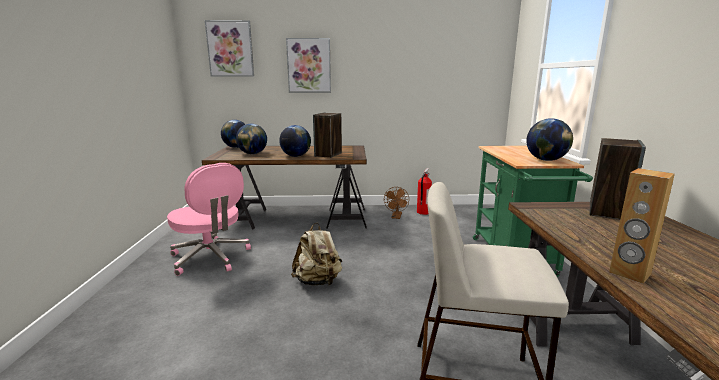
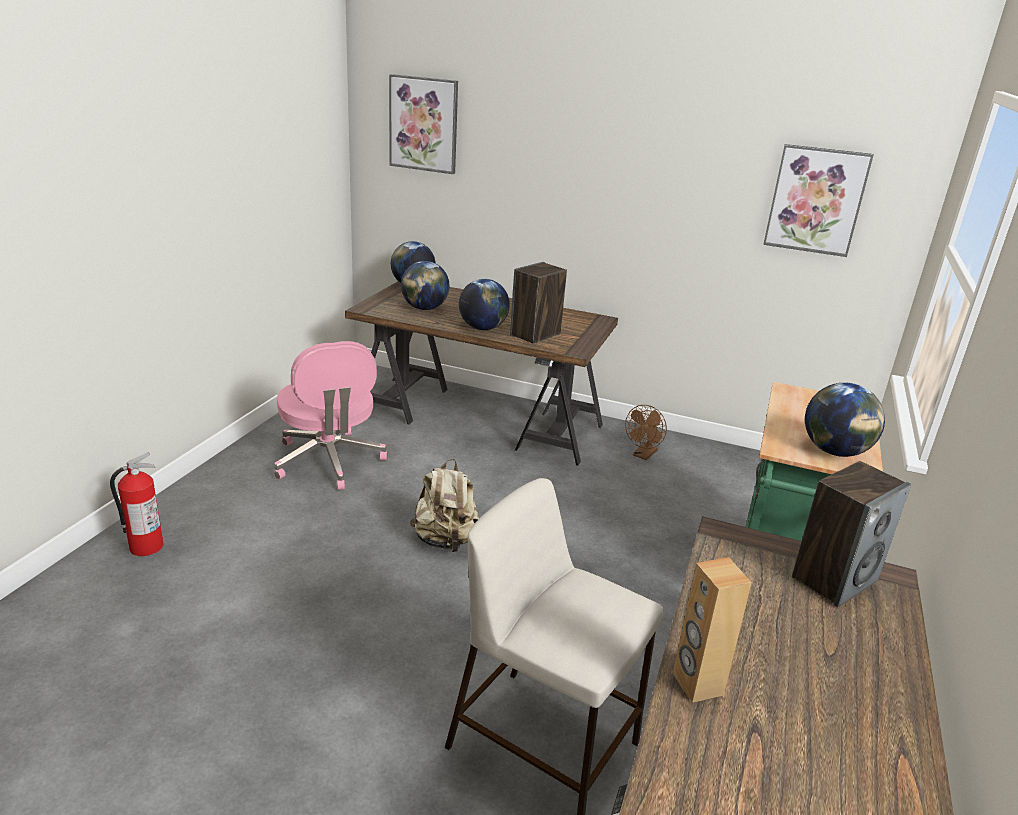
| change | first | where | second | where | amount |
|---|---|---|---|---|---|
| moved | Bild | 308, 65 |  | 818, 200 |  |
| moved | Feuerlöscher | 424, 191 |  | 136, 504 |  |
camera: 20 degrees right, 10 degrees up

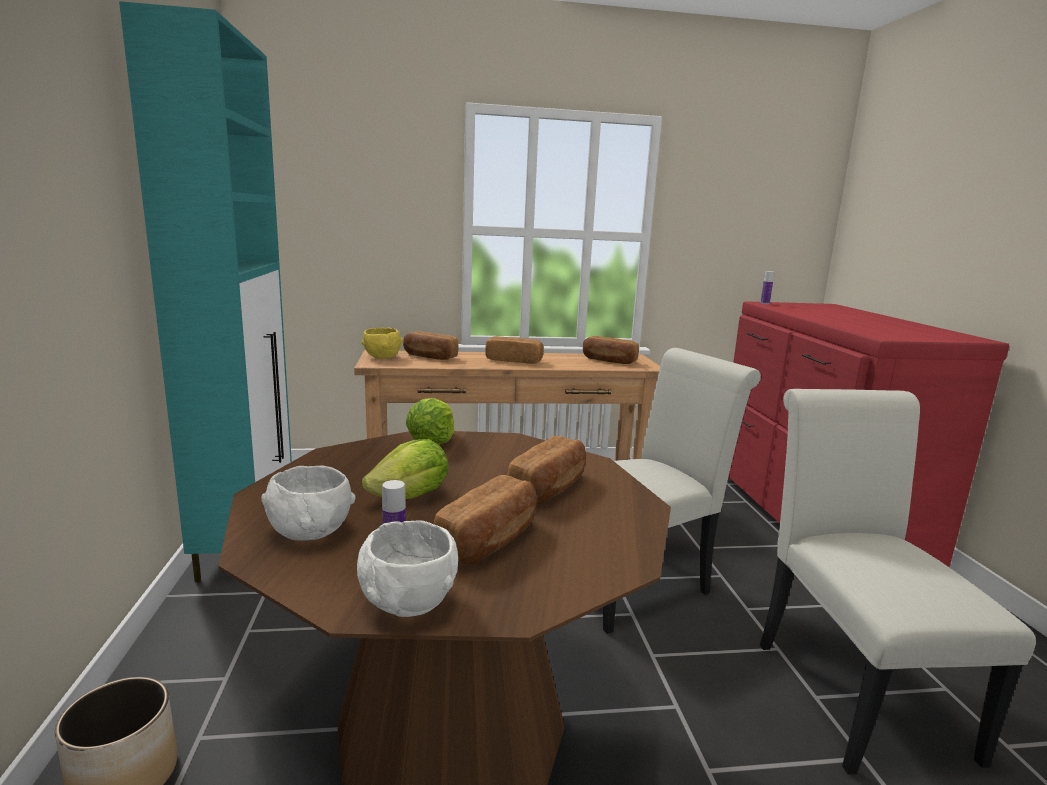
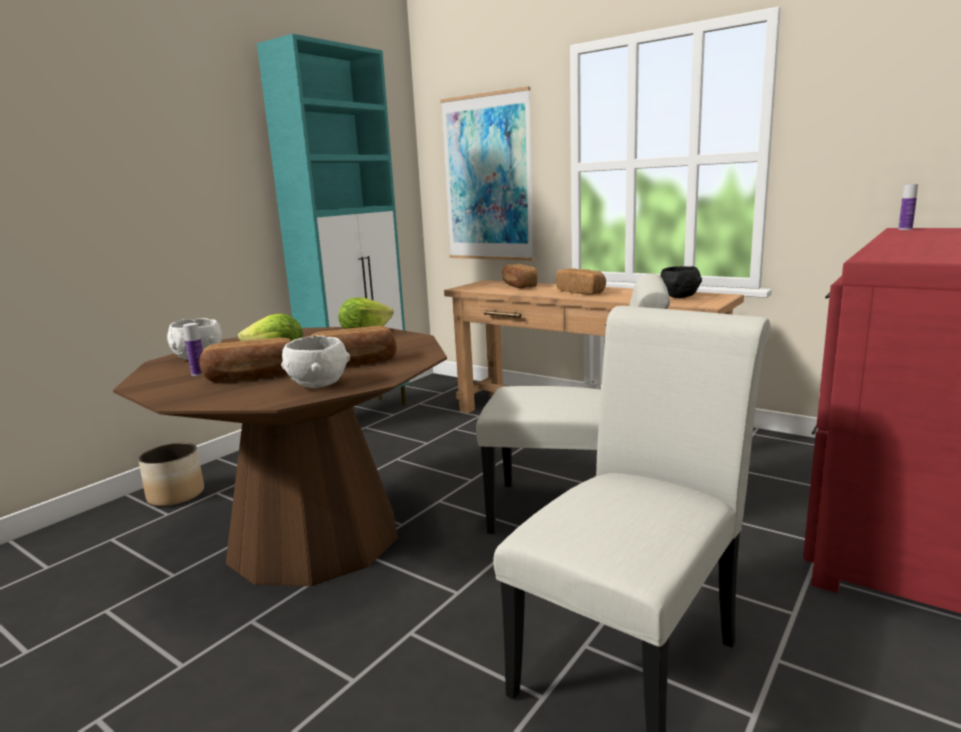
| change | first | where | second | where | amount |
|---|---|---|---|---|---|
| removed | Schüssel [gelb] | 382, 343 |  |  |  |
| added |  |  | Bild | 487, 173 |  |
| moved | Schüssel [weiß] | 407, 568 |  | 315, 361 |  |
| replaced | Brot | 611, 350 | Schüssel [schwarz] | 681, 282 |  |
camera: 45 degrees right, 0 degrees up

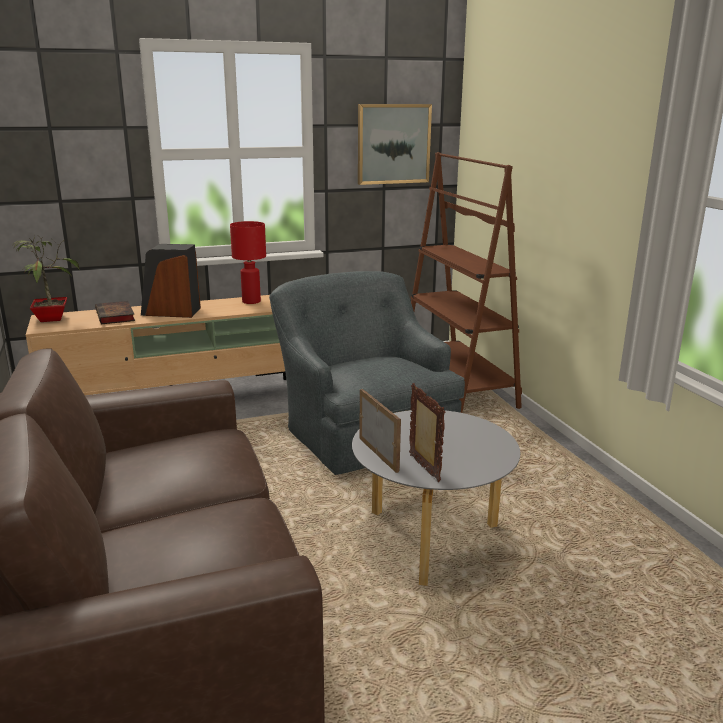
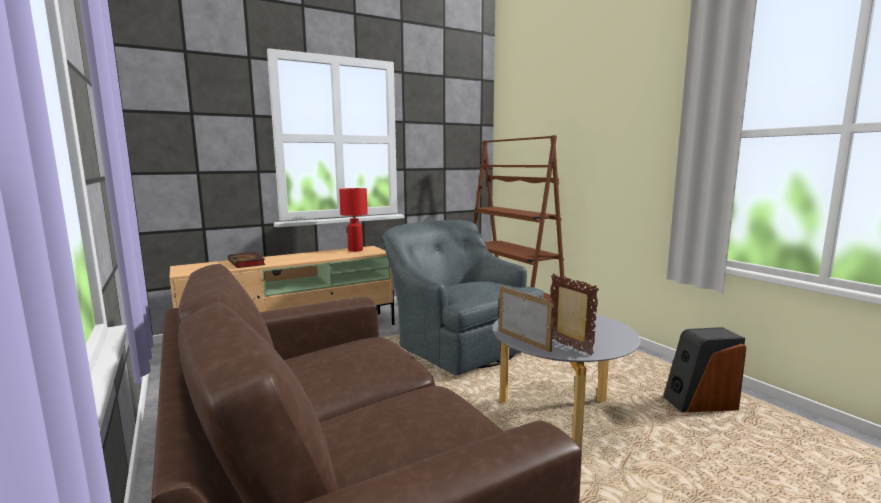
| change | first | where | second | where | amount |
|---|---|---|---|---|---|
| removed | Topfpflanze | 46, 279 |  |  |  |
| removed | Bild | 395, 144 |  |  |  |
| moved | Lautsprecher | 171, 281 |  | 704, 369 |  |
camera: 10 degrees left, 10 degrees down

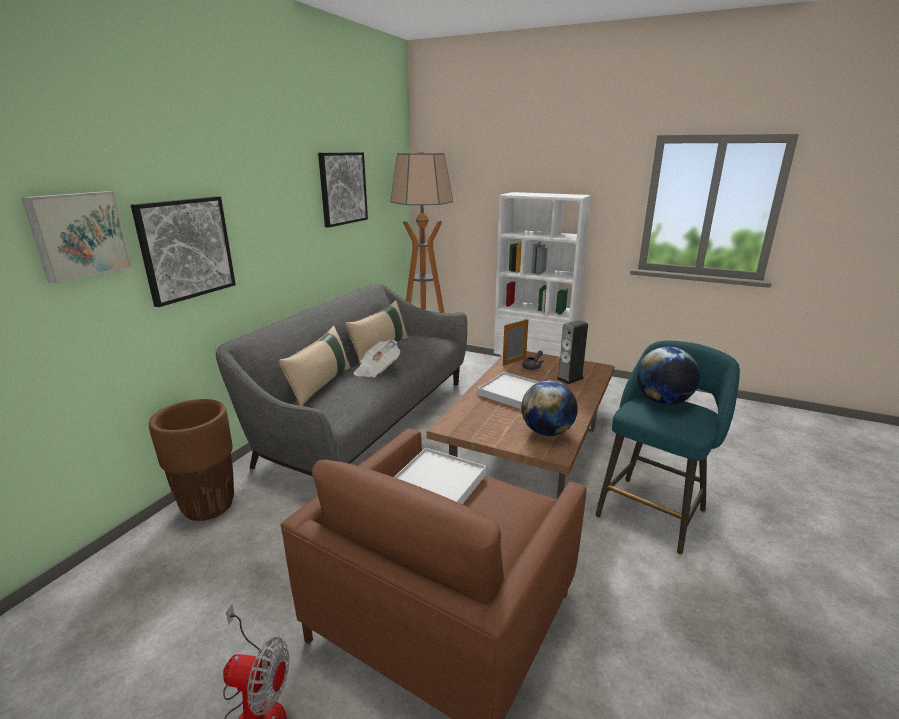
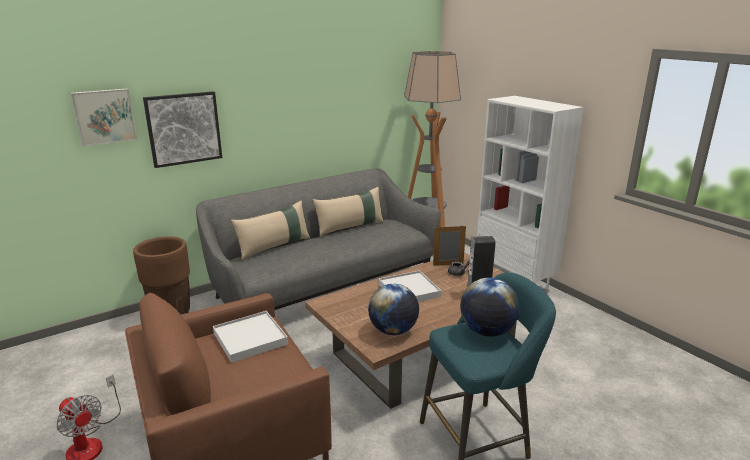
| change | first | where | second | where | amount |
|---|---|---|---|---|---|
| removed | Bild | 343, 190 |  |  |  |
| removed | Zeitung | 377, 359 |  |  |  |
camera: 30 degrees right, 0 degrees up

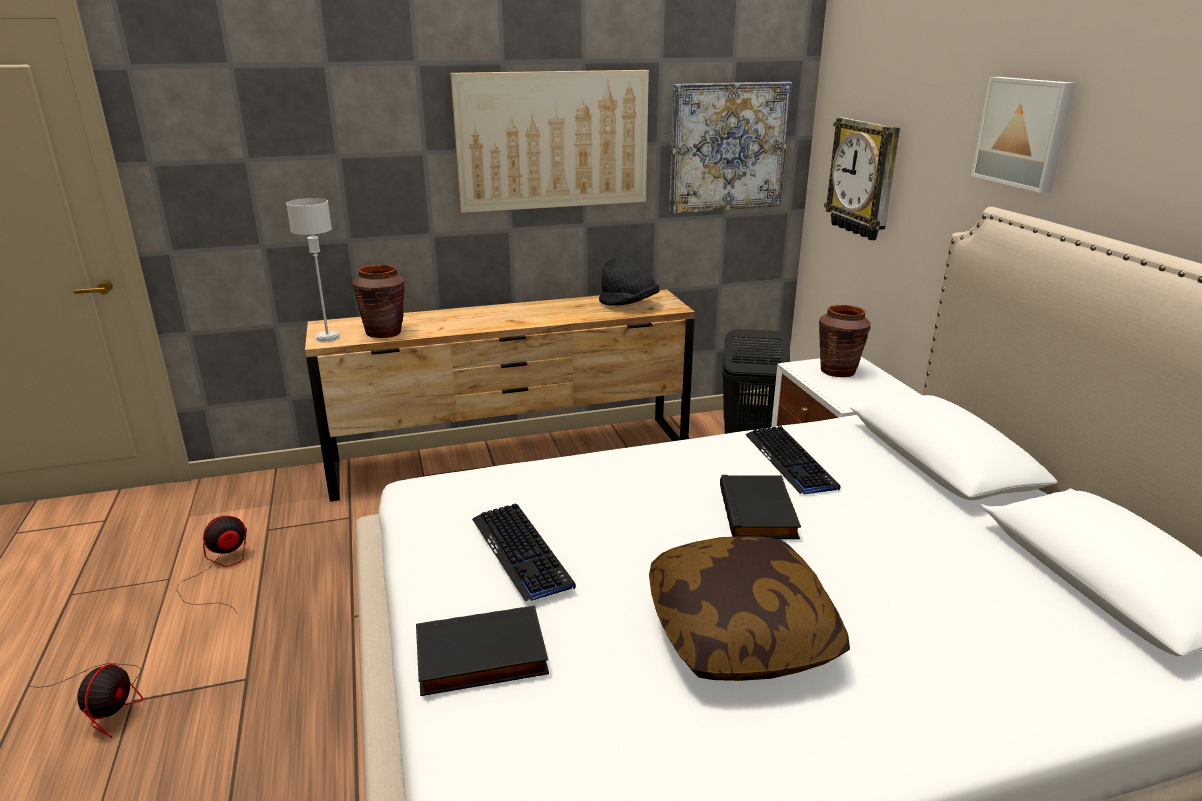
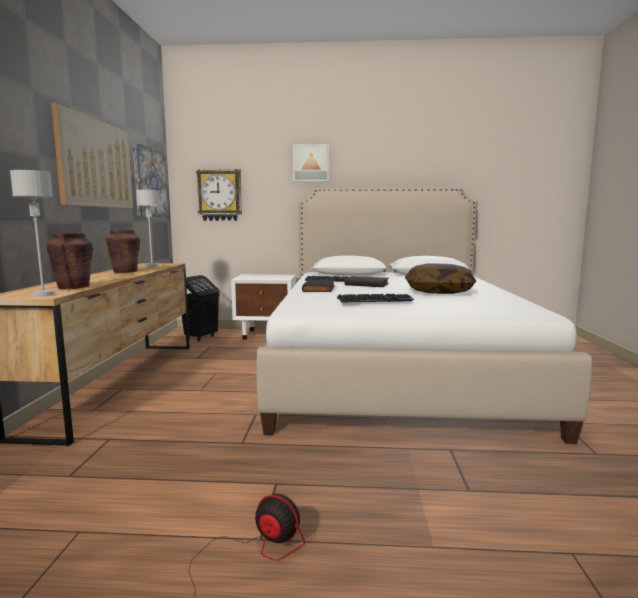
| change | first | where | second | where | amount |
|---|---|---|---|---|---|
| removed | Ventilator | 212, 564 |  |  |  |
| moved | Buch [schwarz] | 482, 651 |  | 318, 285 |  |
| moved | Vase [braun] | 845, 341 |  | 123, 251 |  |
| replaced | Hut [schwarz] | 629, 280 | Tischlampe [grau] | 147, 228 |  |
camera: 70 degrees left, 15 degrees down

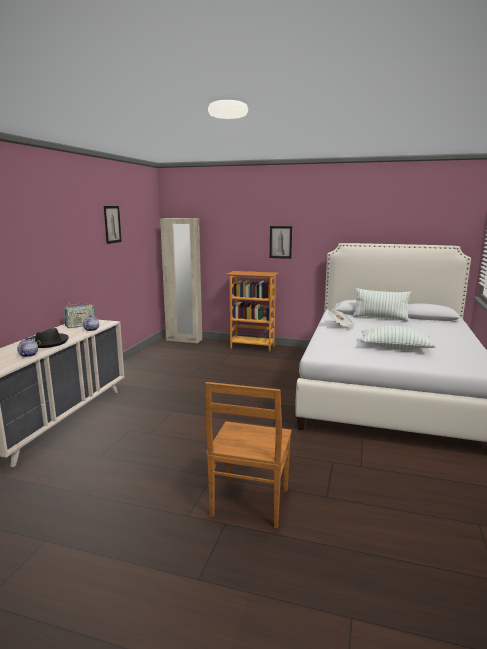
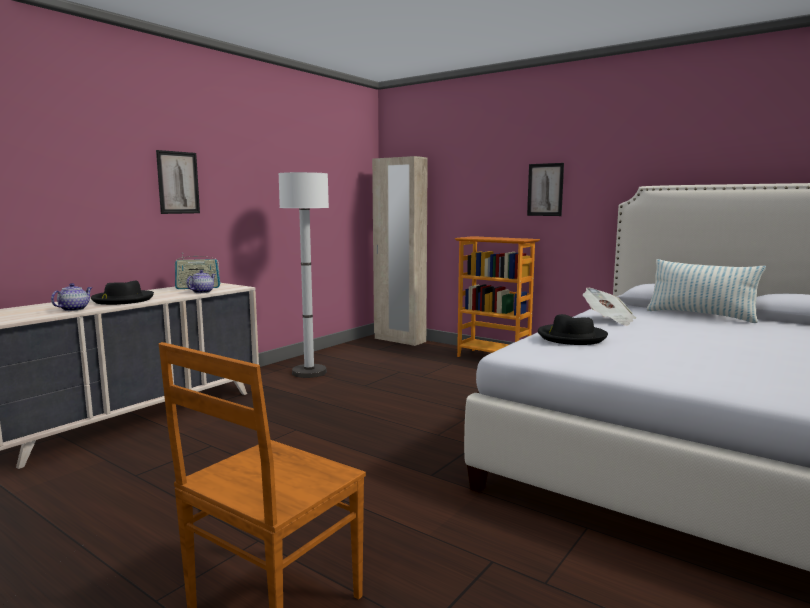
| change | first | where | second | where | amount |
|---|---|---|---|---|---|
| removed | Kissen | 397, 338 |  |  |  |
| added |  |  | Stehlampe [weiß] | 303, 275 |  |
| added |  |  | Hut [schwarz] | 573, 329 |  |
| moved | Bild | 113, 225 |  | 178, 182 |  |
camera: 20 degrees right, 5 degrees down

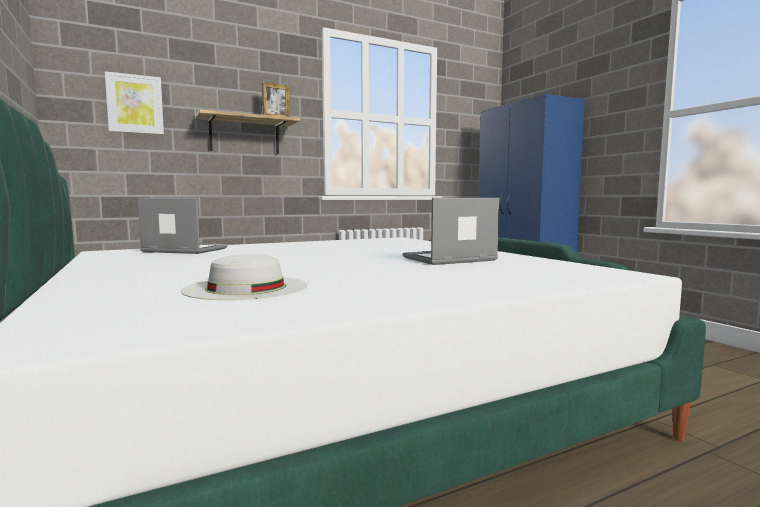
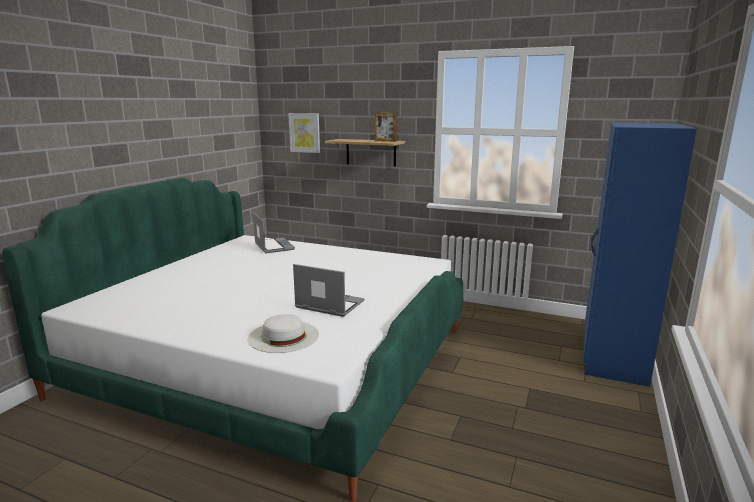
| change | first | where | second | where | amount |
|---|---|---|---|---|---|
| moved | Hut [weiß] | 244, 277 |  | 283, 333 |  |
camera: 50 degrees right, 10 degrees up

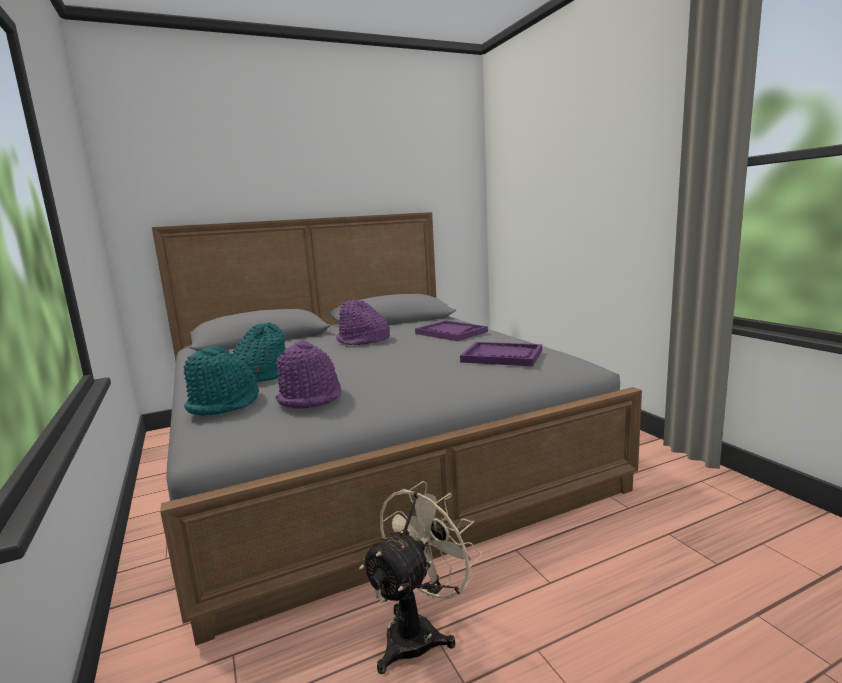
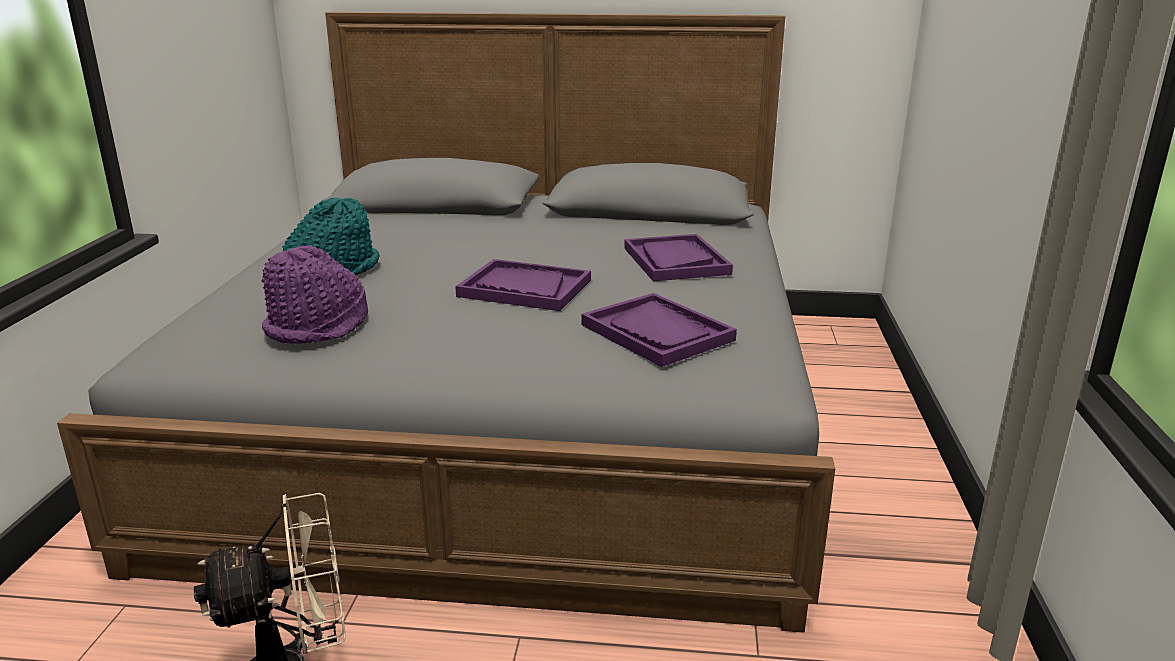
| change | first | where | second | where | amount |
|---|---|---|---|---|---|
| removed | Hut [türkis] | 221, 381 |  |  |  |
| removed | Hut [lila] | 363, 322 |  |  |  |
| added |  |  | Tablett [lila] | 523, 285 |  |
camera: 30 degrees right, 10 degrees up

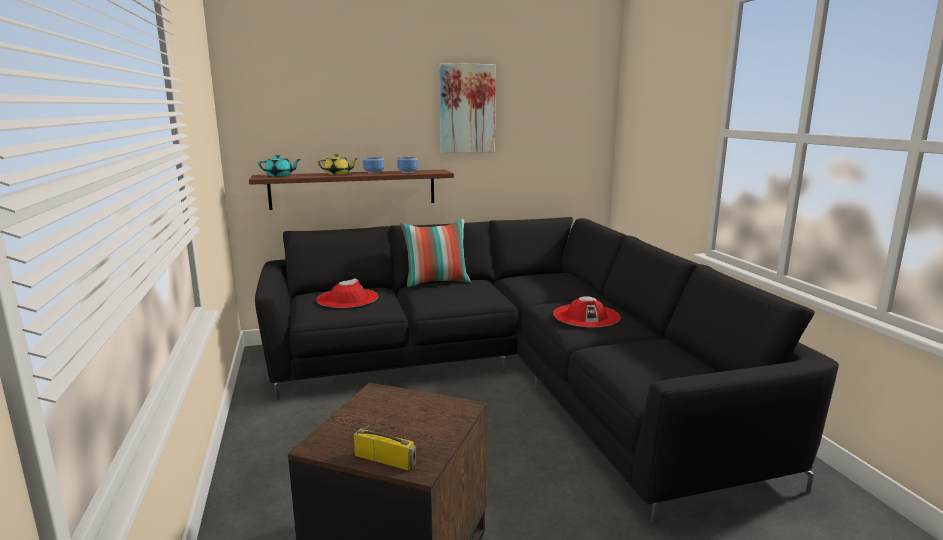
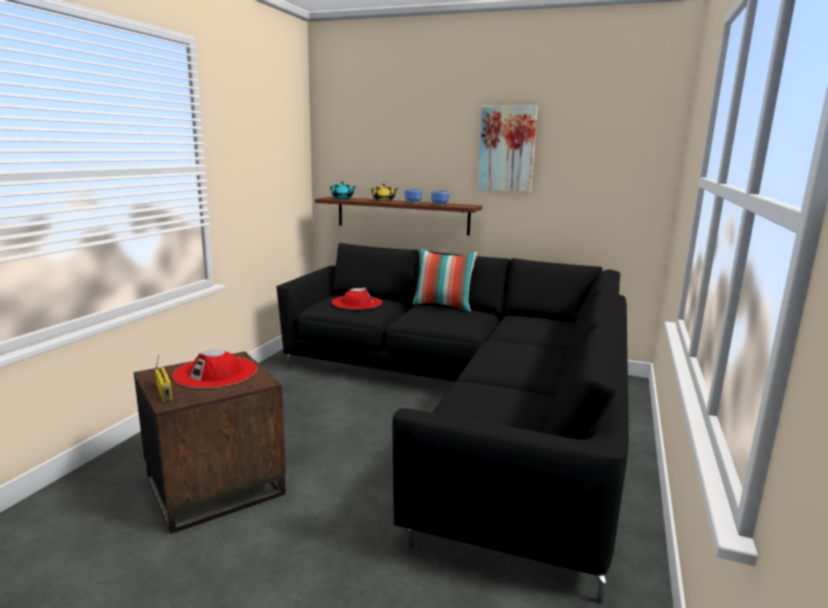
| change | first | where | second | where | amount |
|---|---|---|---|---|---|
| moved | Hut [rot] | 587, 311 |  | 215, 368 |  |
camera: 35 degrees right, 0 degrees up

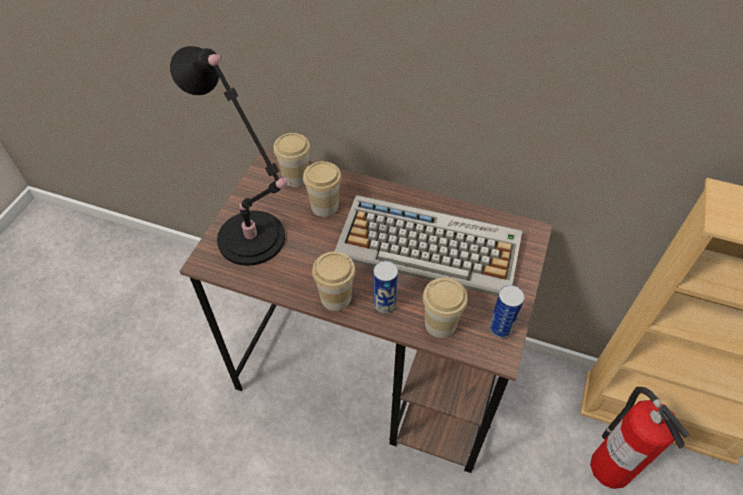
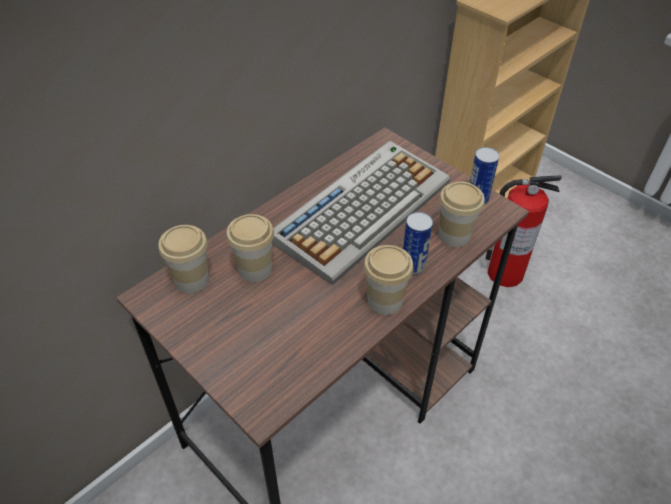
| change | first | where | second | where | amount |
|---|---|---|---|---|---|
| removed | Tischlampe [schwarz] | 230, 156 |  |  |  |
camera: 65 degrees left, 5 degrees down

